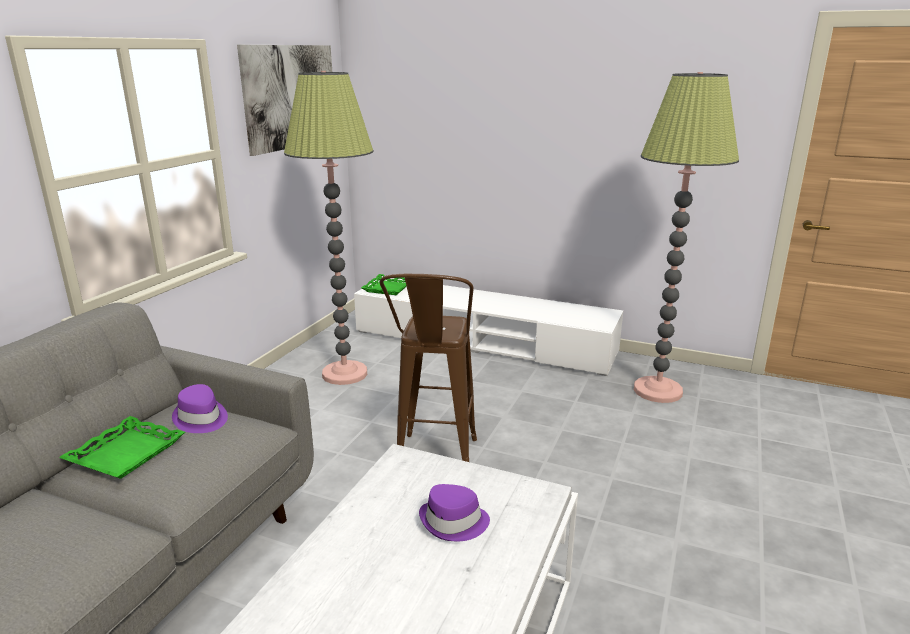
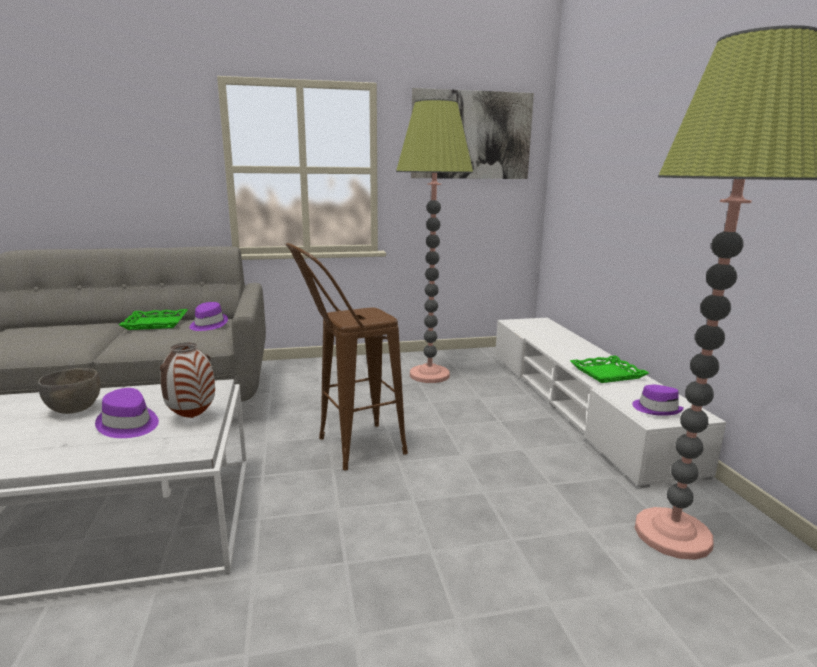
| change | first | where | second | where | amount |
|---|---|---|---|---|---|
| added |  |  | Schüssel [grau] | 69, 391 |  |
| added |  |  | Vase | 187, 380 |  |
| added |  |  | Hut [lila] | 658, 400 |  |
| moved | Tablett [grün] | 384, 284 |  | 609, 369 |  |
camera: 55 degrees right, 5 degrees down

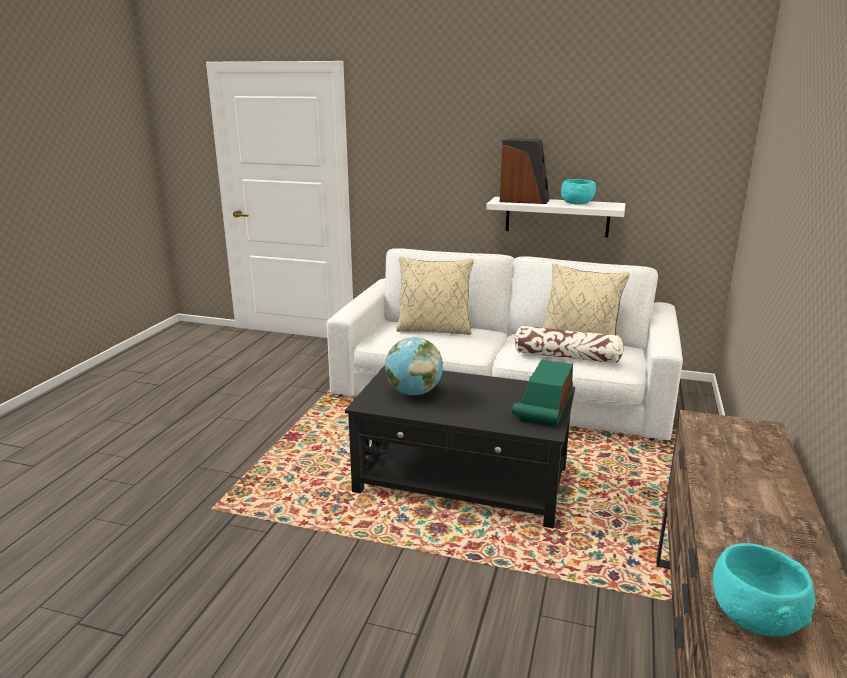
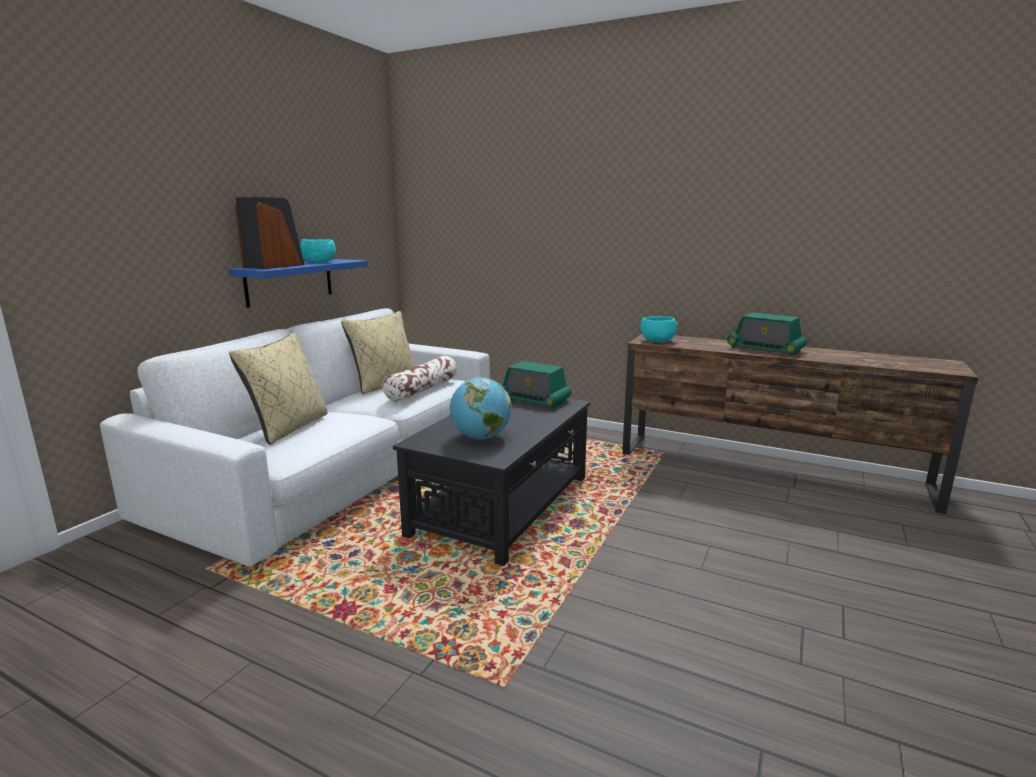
| change | first | where | second | where | amount |
|---|---|---|---|---|---|
| added |  |  | Radio | 767, 334 |  |
| moved | Schüssel [türkis] | 764, 589 |  | 659, 329 |  |
| recoloured | Wandregal [weiß] | 556, 217 | Wandregal [blau] | 298, 283 |  |
camera: 80 degrees left, 5 degrees down

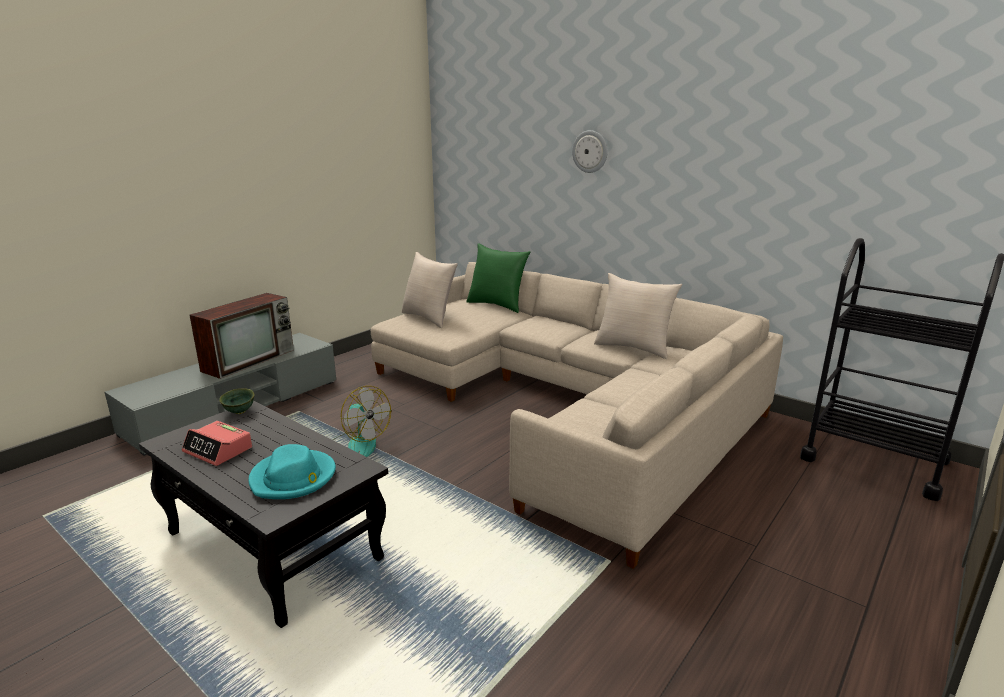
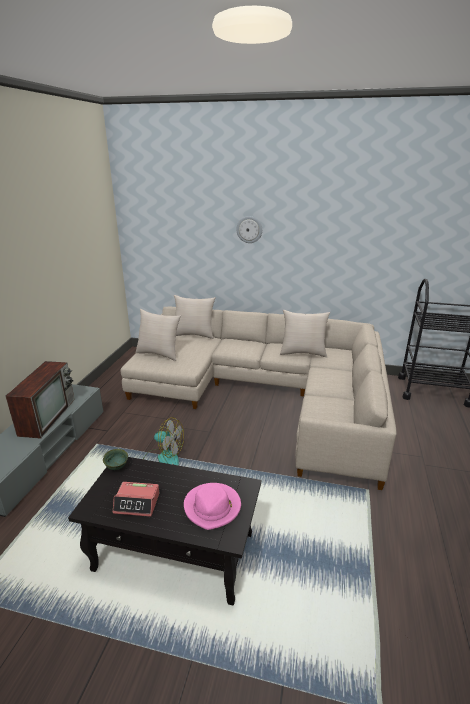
| change | first | where | second | where | amount |
|---|---|---|---|---|---|
| recoloured | Hut [türkis] | 292, 471 | Hut [rosa] | 212, 506 |  |
| recoloured | Kissen [grün] | 498, 278 | Kissen [beige] | 195, 317 |  |
camera: 25 degrees left, 5 degrees up

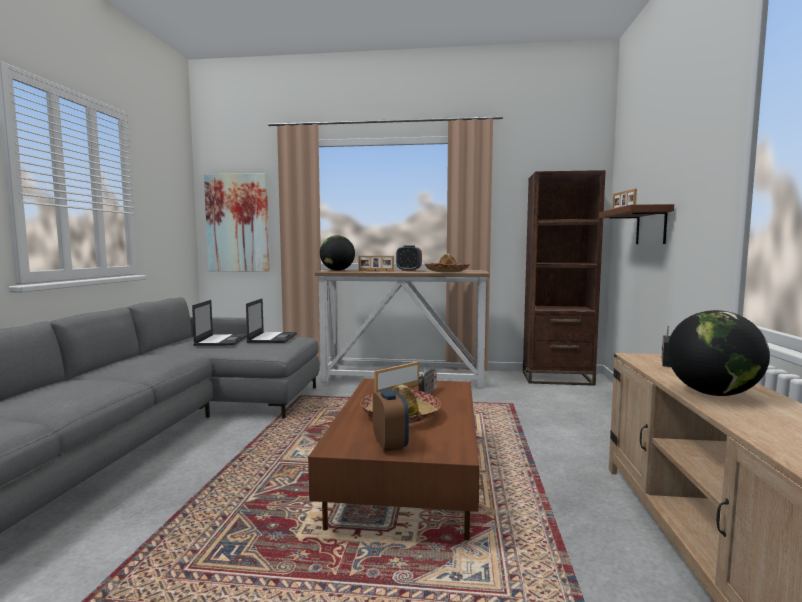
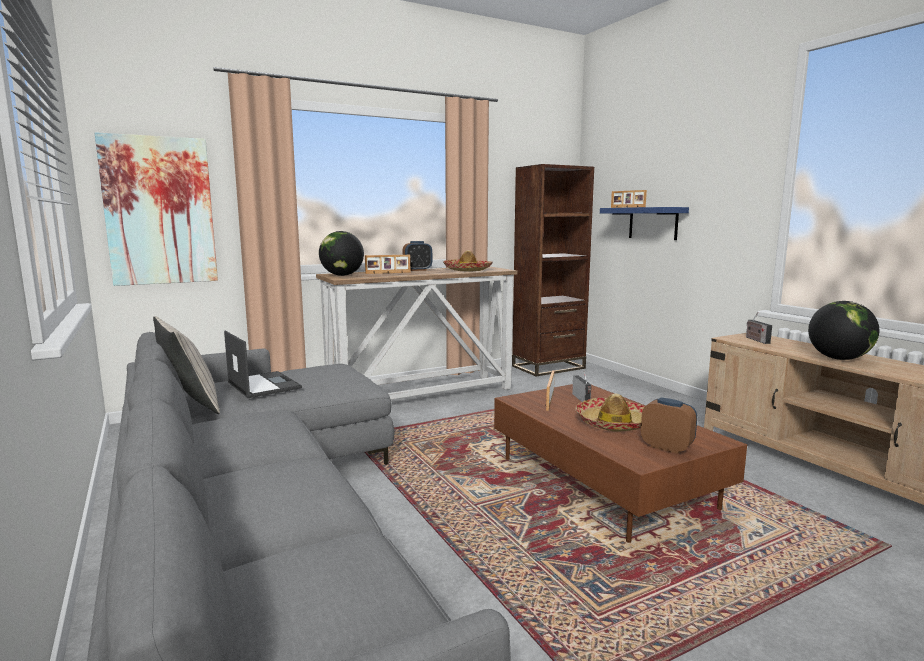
| change | first | where | second | where | amount |
|---|---|---|---|---|---|
| removed | Laptop | 271, 320 |  |  |  |
| added |  |  | Kissen [beige] | 186, 365 |  |
| recoloured | Wandregal [braun] | 636, 224 | Wandregal [blau] | 644, 223 |  |
camera: 35 degrees left, 5 degrees up

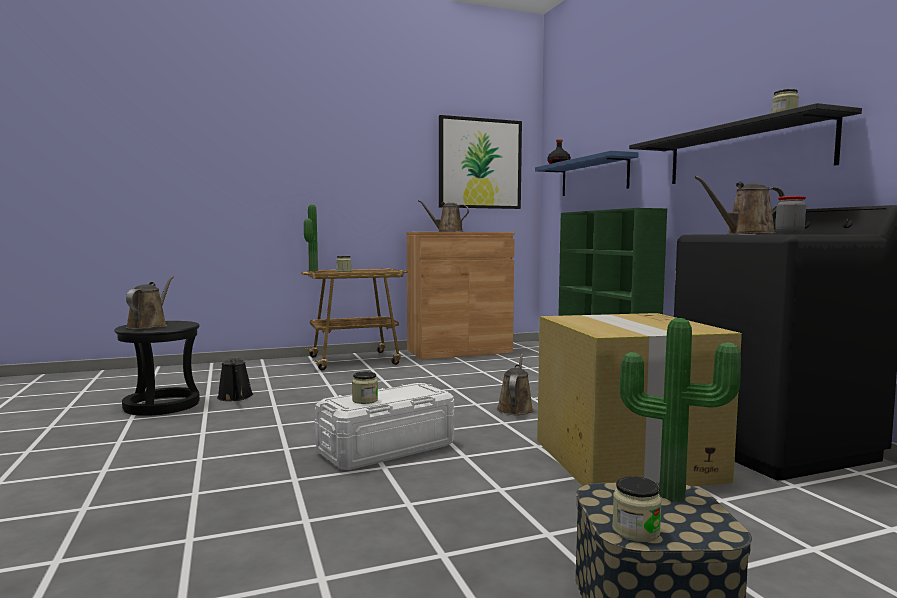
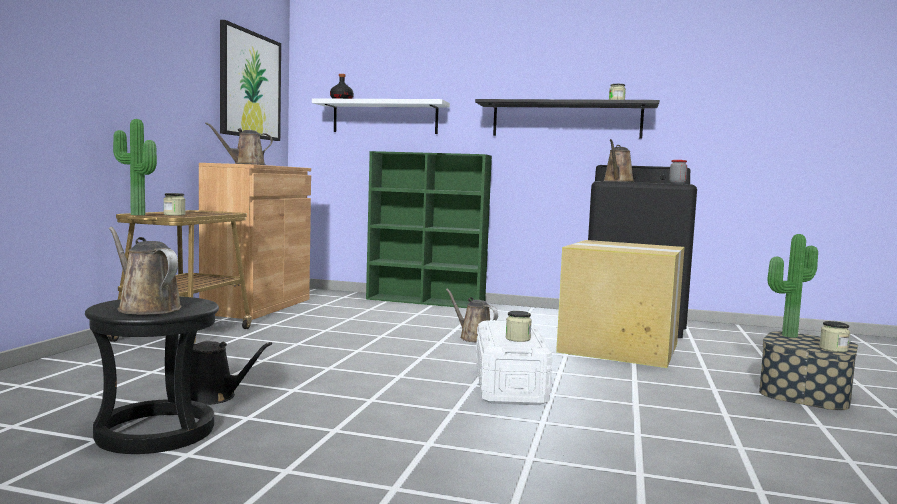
| change | first | where | second | where | amount |
|---|---|---|---|---|---|
| recoloured | Wandregal [blau] | 587, 173 | Wandregal [weiß] | 381, 116 |  |
camera: 55 degrees left, 0 degrees up

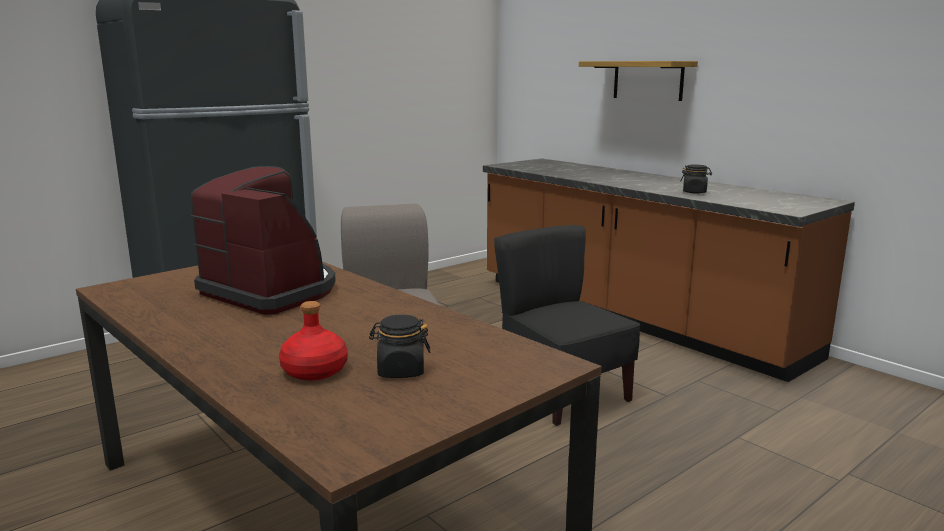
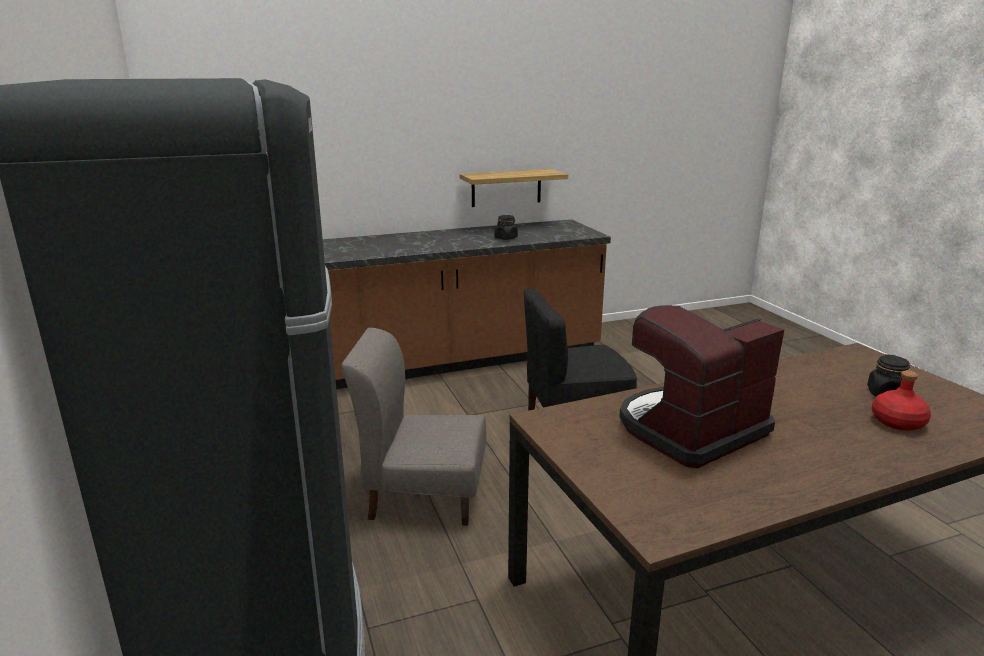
| change | first | where | second | where | amount |
|---|---|---|---|---|---|
| moved | Wandregal | 638, 81 |  | 513, 188 |  |
camera: 70 degrees left, 5 degrees up

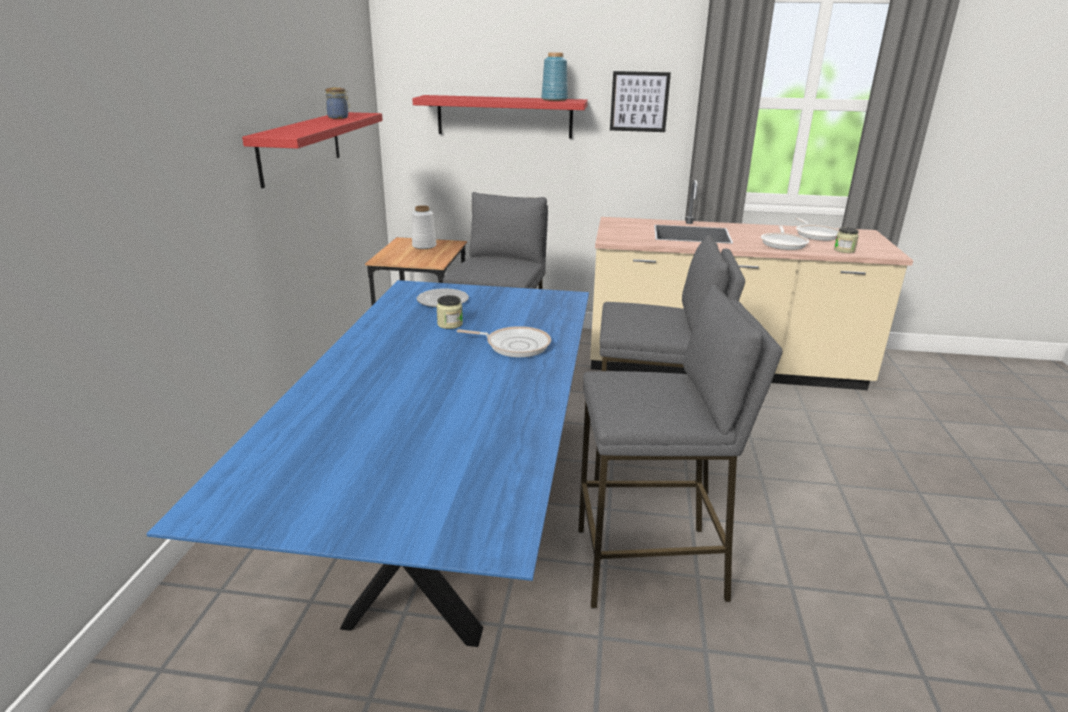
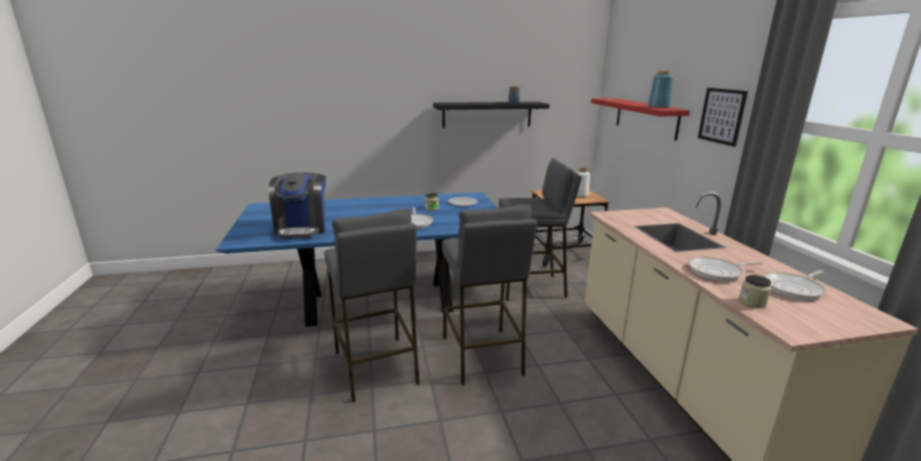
| change | first | where | second | where | amount |
|---|---|---|---|---|---|
| added |  |  | Kaffeemaschine | 297, 205 |  |
| recoloured | Wandregal [rot] | 312, 150 | Wandregal [schwarz] | 491, 115 |  |
camera: 70 degrees right, 5 degrees down

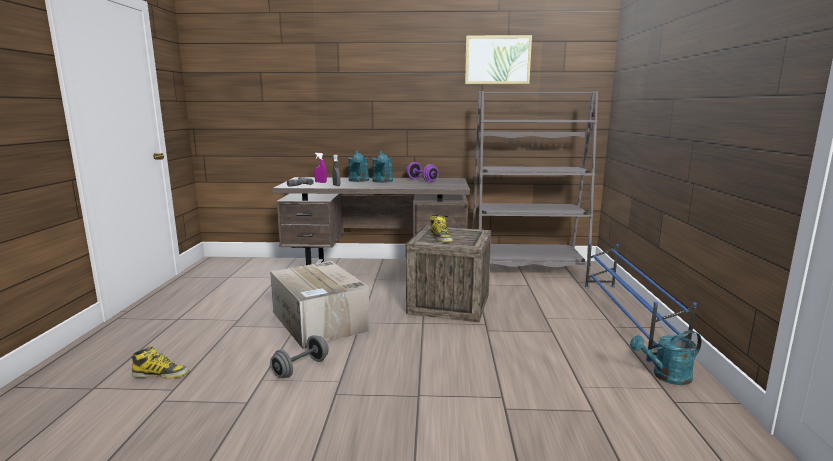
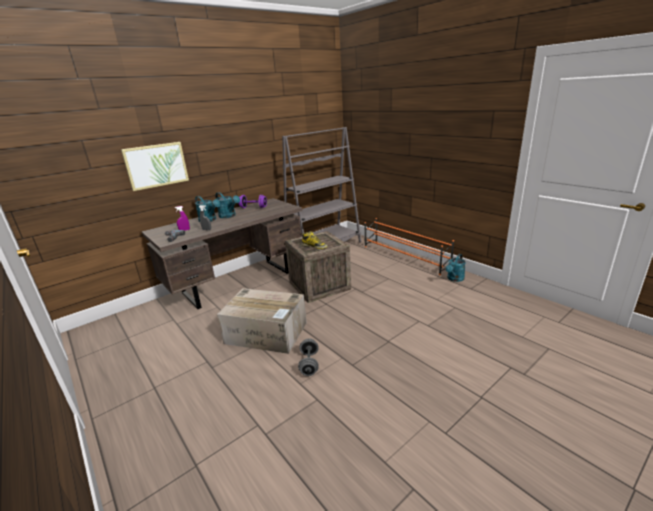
| change | first | where | second | where | amount |
|---|---|---|---|---|---|
| removed | Stiefel | 160, 362 |  |  |  |
| moved | Bild | 498, 59 |  | 155, 166 |  |
| recoloured | Schuhregal [blau] | 641, 303 | Schuhregal [orange] | 409, 246 |  |
camera: 40 degrees left, 10 degrees up

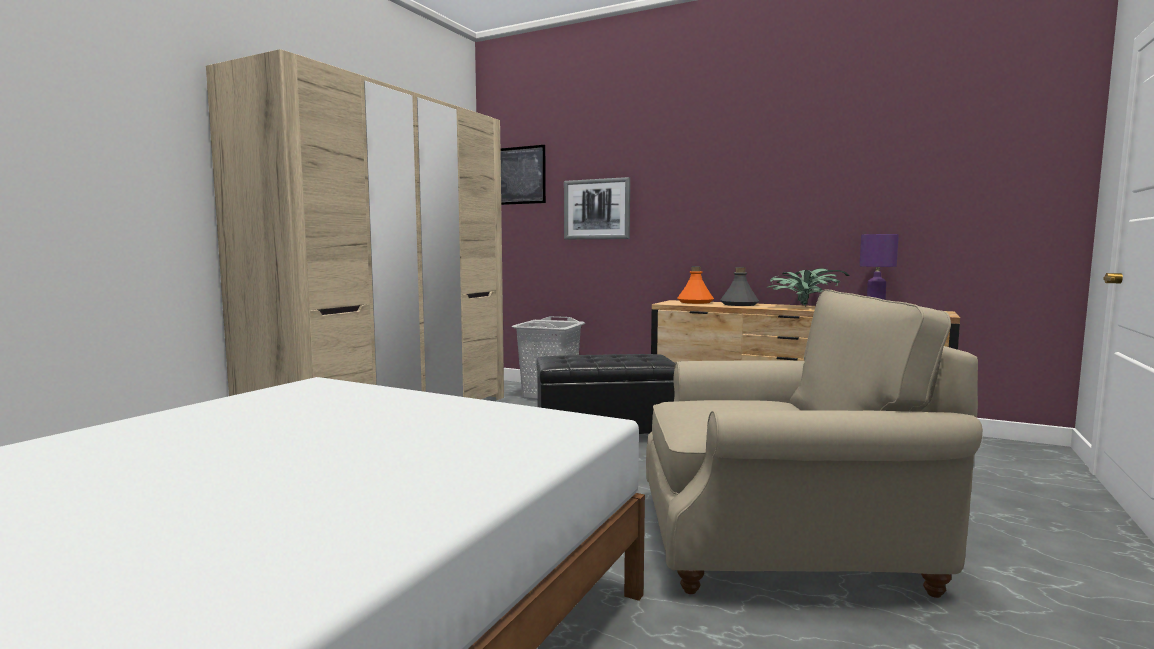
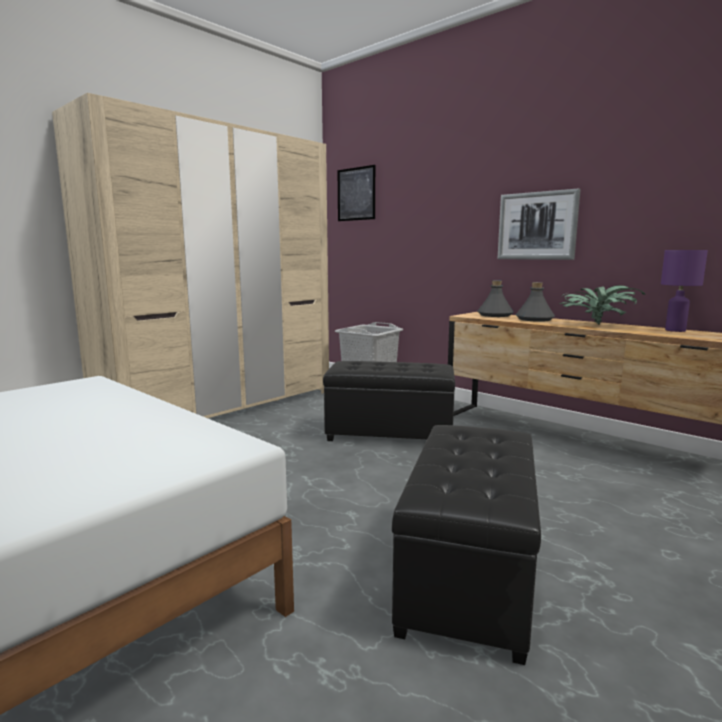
| change | first | where | second | where | amount |
|---|---|---|---|---|---|
| moved | Bild | 597, 208 |  | 539, 224 |  |
| replaced | Sessel [beige] | 814, 443 | Polsterhocker [schwarz] | 466, 545 |  |
| recoloured | Flasche [orange] | 695, 285 | Flasche [grau] | 495, 299 |  |
camera: 15 degrees right, 5 degrees up

